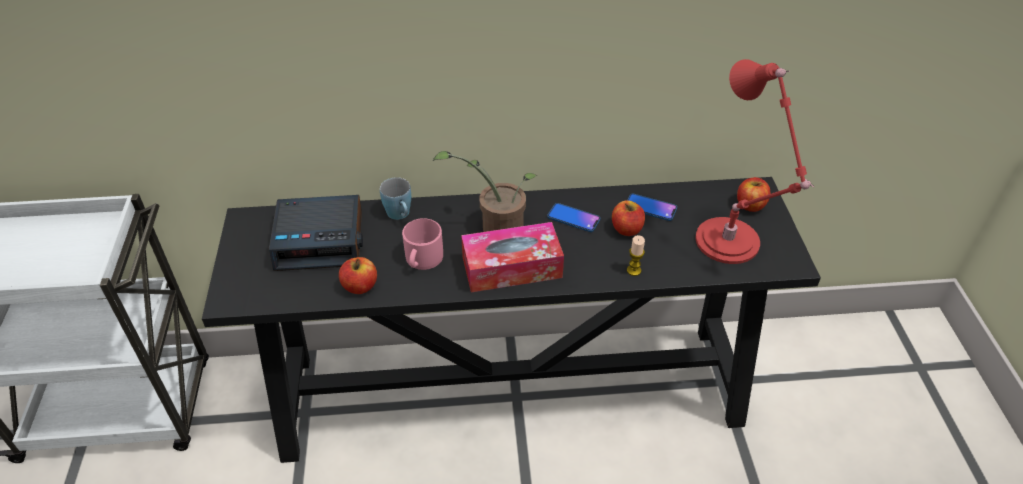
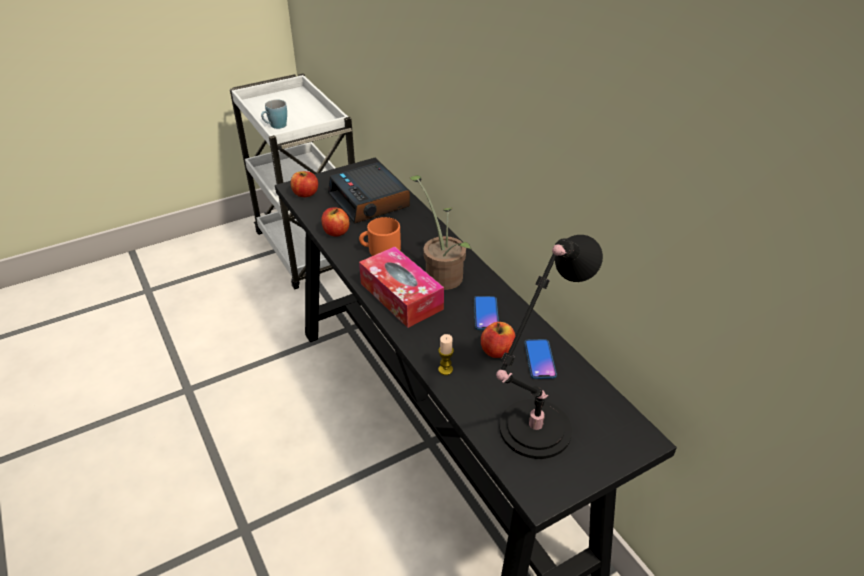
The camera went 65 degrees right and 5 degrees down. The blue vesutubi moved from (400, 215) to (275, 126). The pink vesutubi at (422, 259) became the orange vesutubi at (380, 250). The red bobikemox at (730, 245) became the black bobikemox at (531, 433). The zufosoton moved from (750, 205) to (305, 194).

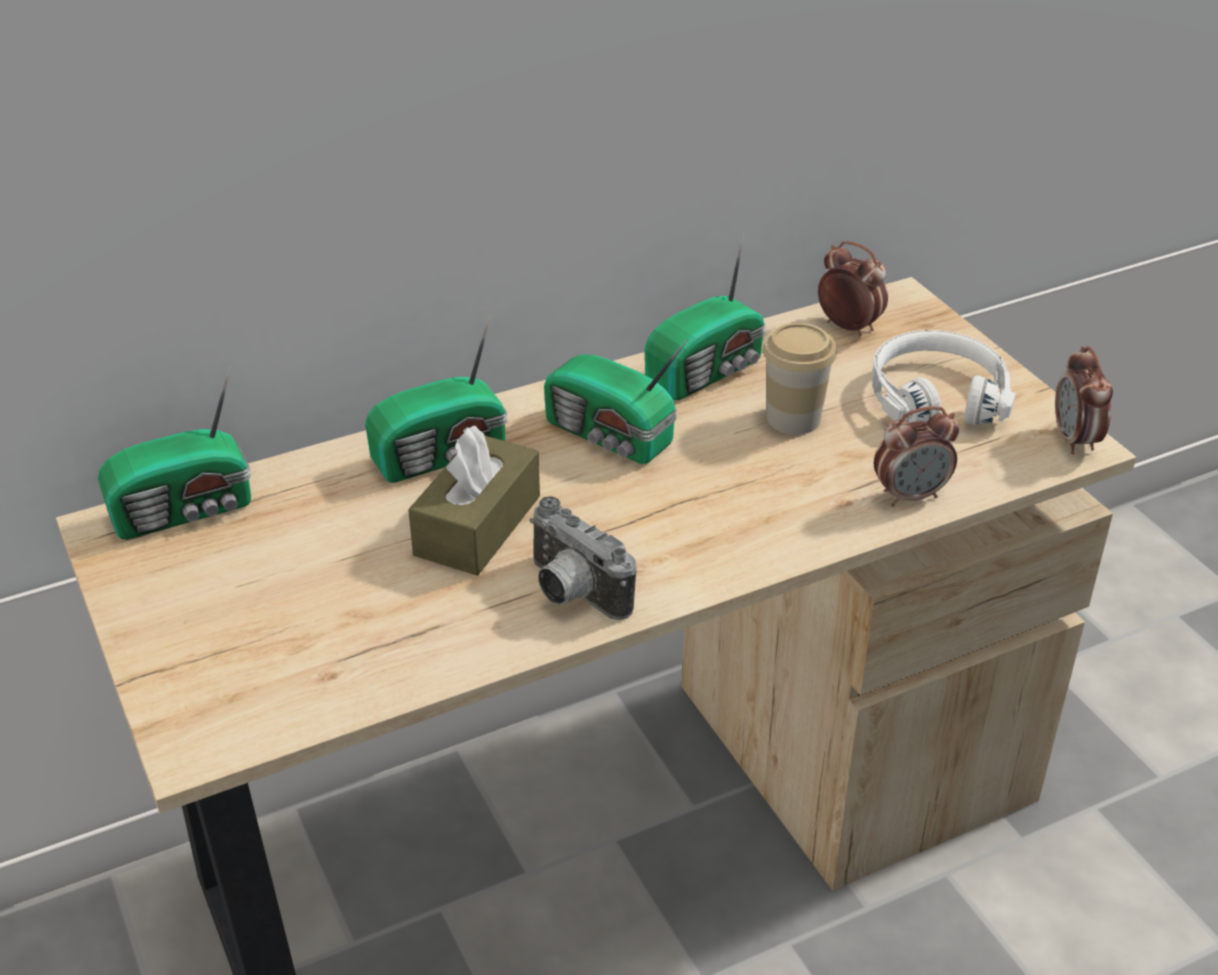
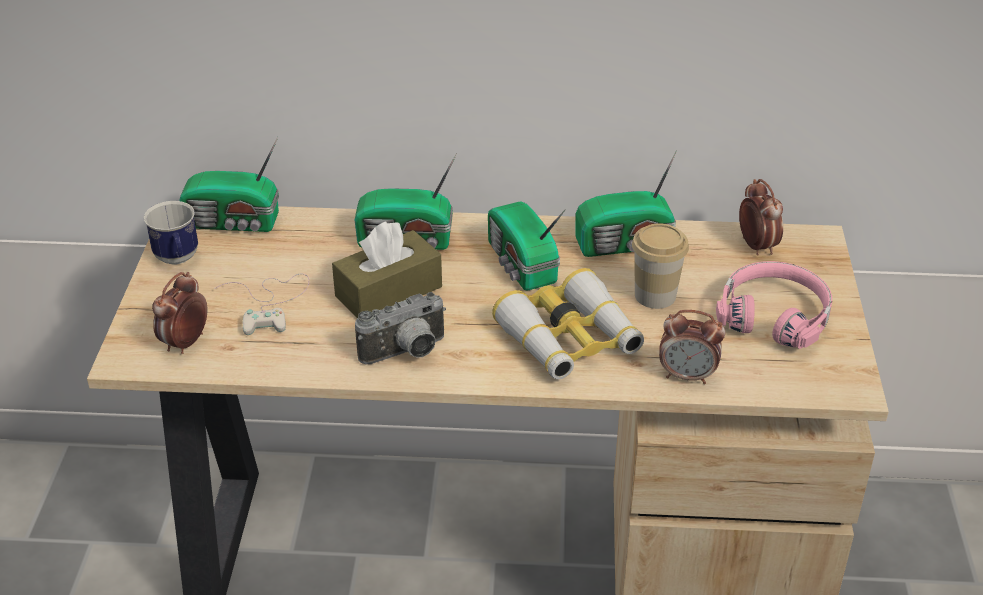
The camera went 30 degrees right and 0 degrees up. The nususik at (571, 593) turned 105 degrees counterclockwise. The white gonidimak at (936, 395) became the pink gonidimak at (774, 315). The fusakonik moved from (1075, 440) to (185, 343). The vesutubi at (178, 260) appeared. The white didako at (271, 303) appeared. The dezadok at (569, 340) appeared.

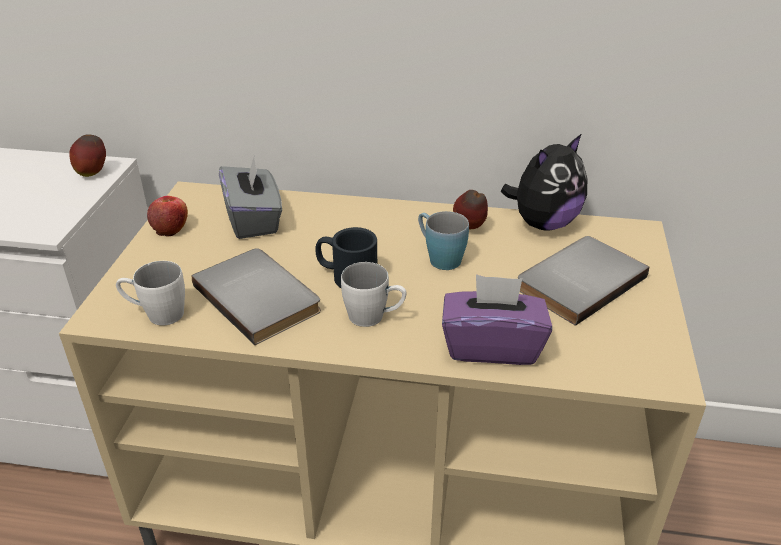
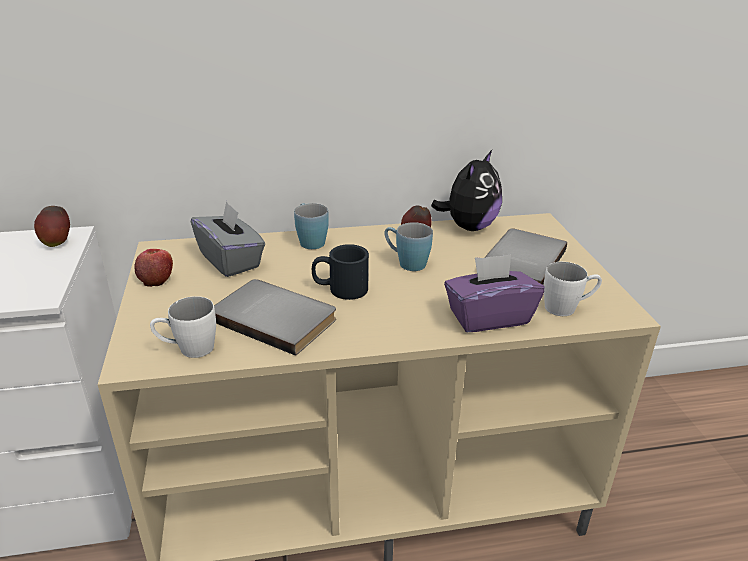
The camera went 20 degrees left and 5 degrees down. The white vesutubi moved from (374, 317) to (567, 308). The blue vesutubi at (310, 240) appeared.

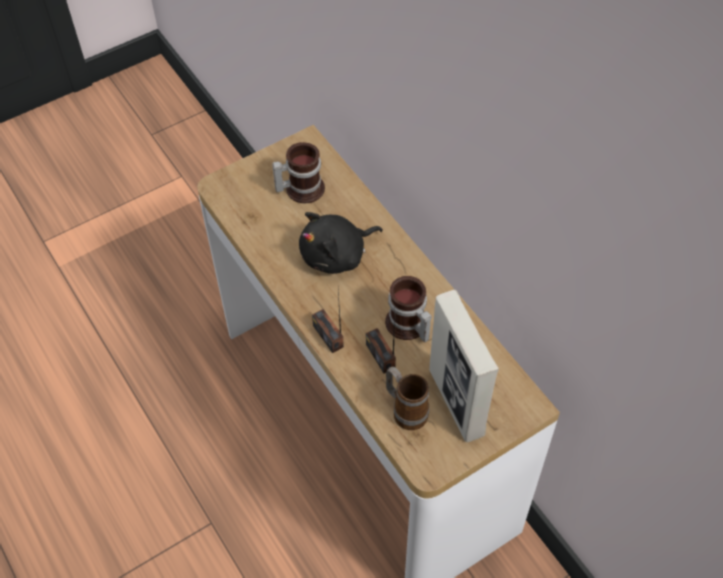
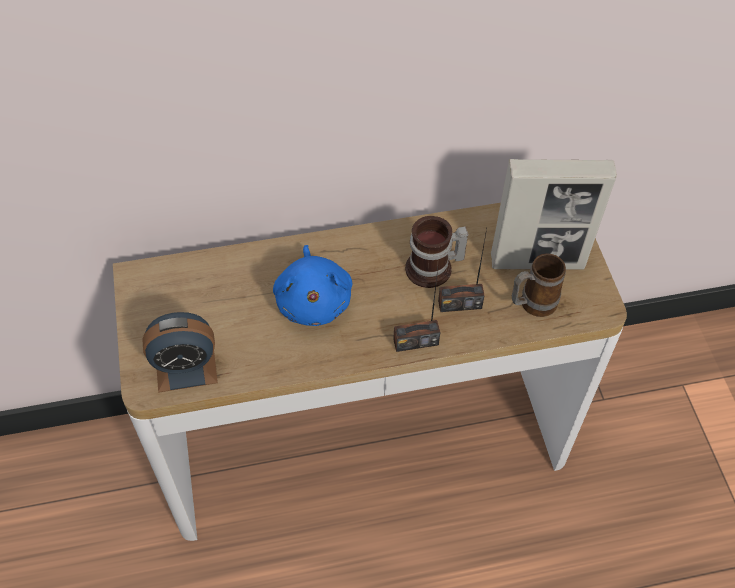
The camera went 70 degrees left and 0 degrees up. The vesutubi at (300, 188) disappeared. The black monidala at (337, 255) became the blue monidala at (314, 300). The fusakonik at (186, 367) appeared.

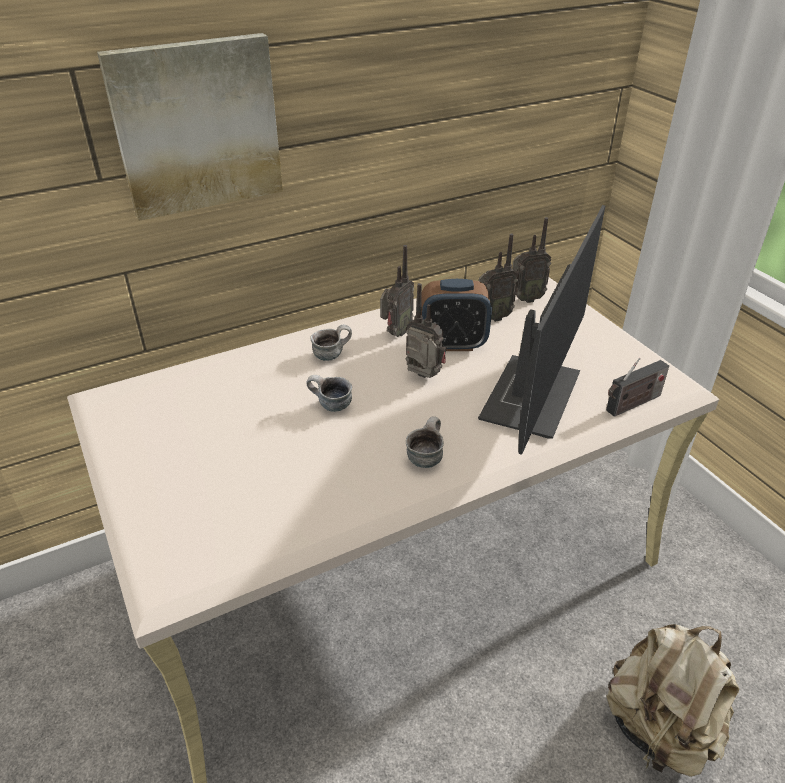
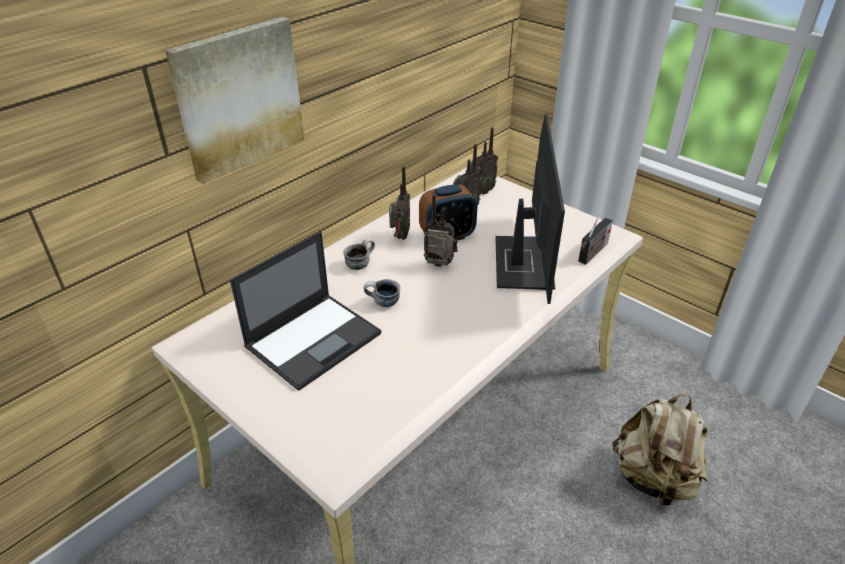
The camera went 20 degrees left and 0 degrees up. The vesutubi at (425, 456) disappeared. The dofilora at (314, 339) appeared.

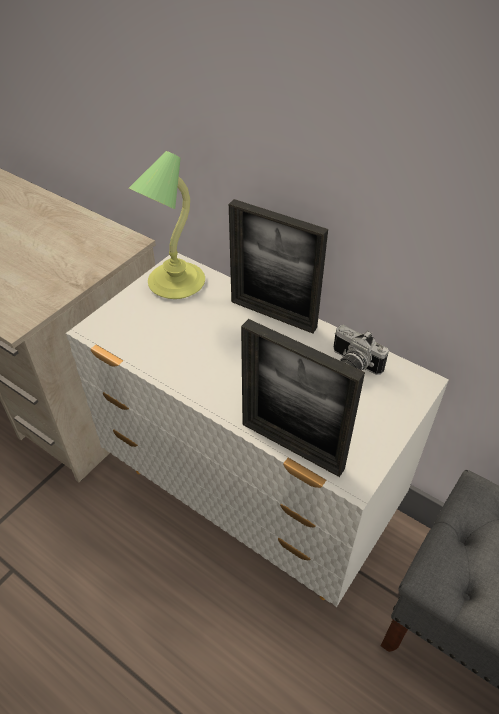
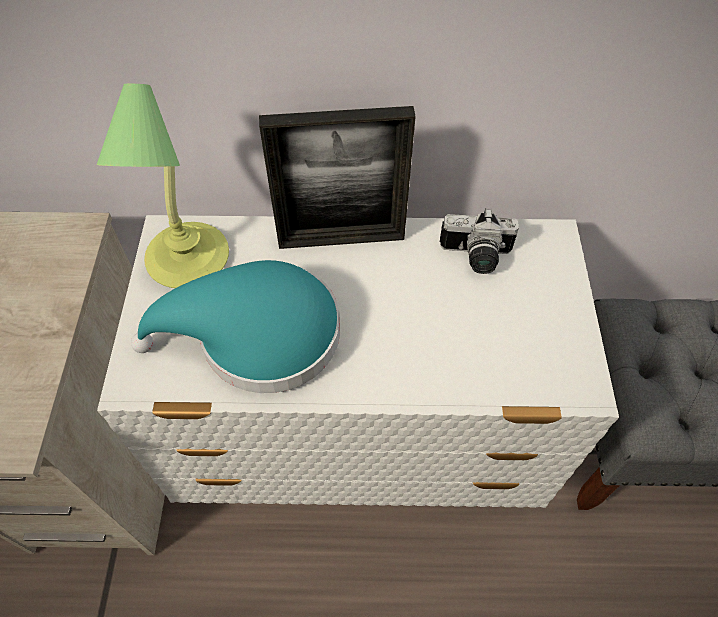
The camera went 35 degrees left and 10 degrees up. The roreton at (292, 446) disappeared. The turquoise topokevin at (257, 336) appeared.

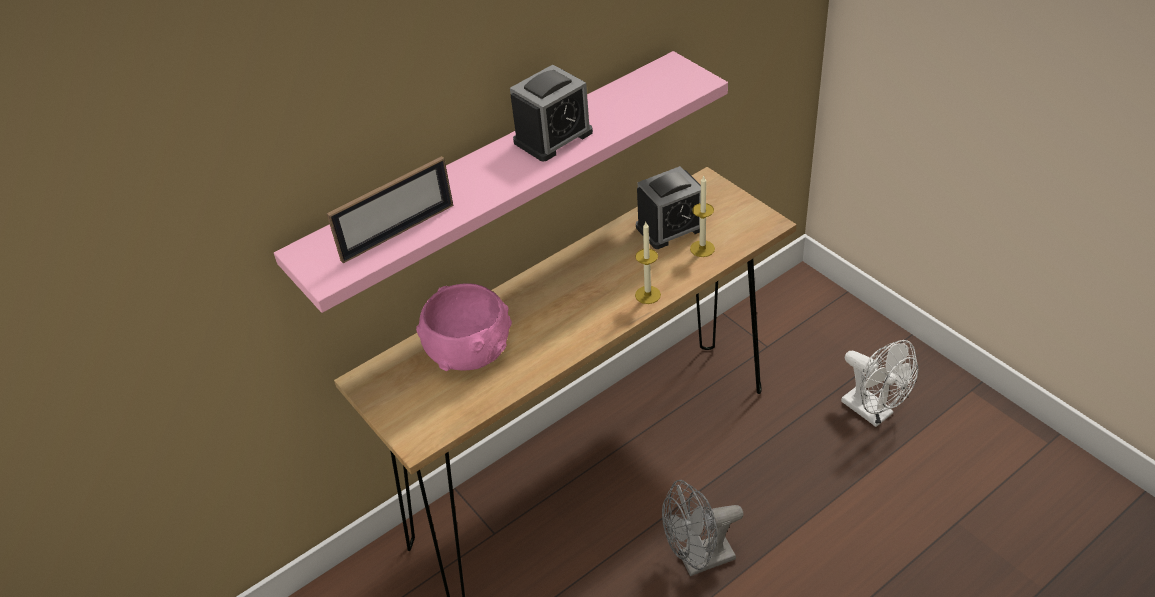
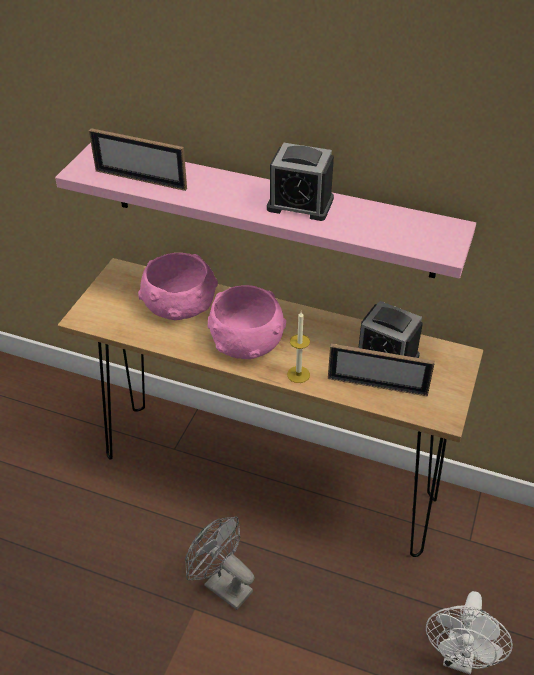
The camera went 55 degrees right and 0 degrees up. The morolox at (702, 248) was replaced by the roreton at (377, 386). The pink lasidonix at (247, 339) appeared.

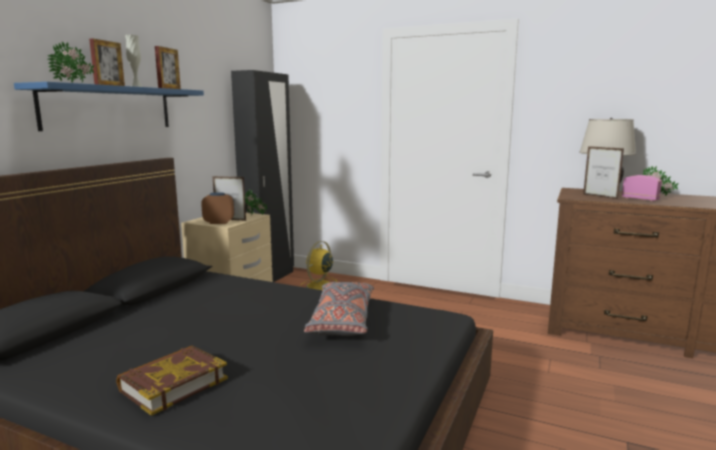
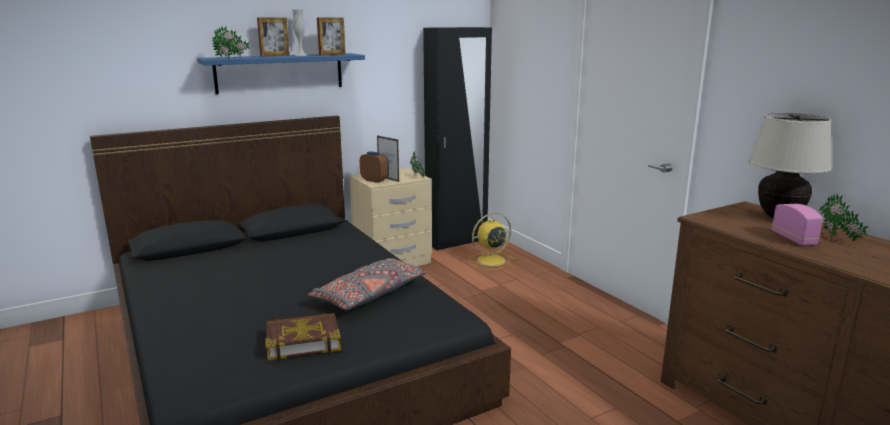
The camera went 35 degrees right and 5 degrees up. The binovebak moved from (173, 384) to (303, 341). The roreton at (600, 197) disappeared.

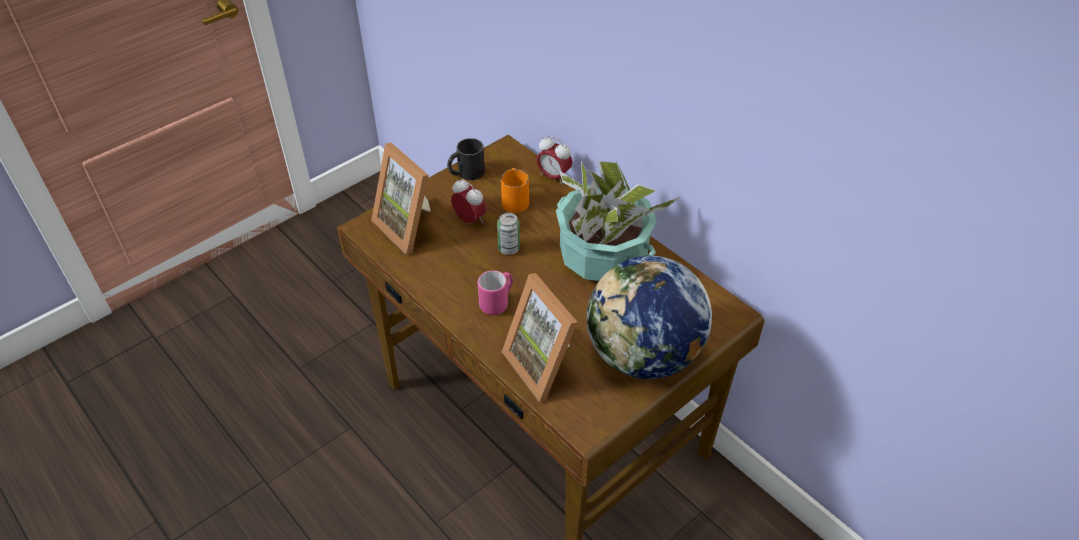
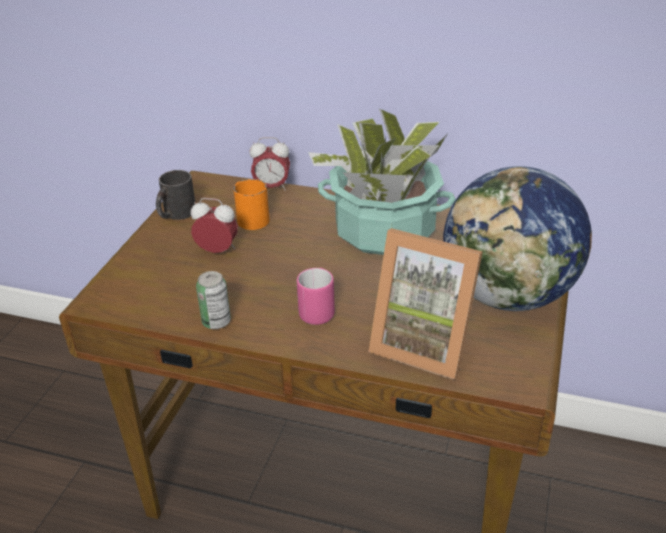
The camera went 30 degrees left and 10 degrees down. The roreton at (410, 226) disappeared. The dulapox moved from (509, 248) to (216, 322).

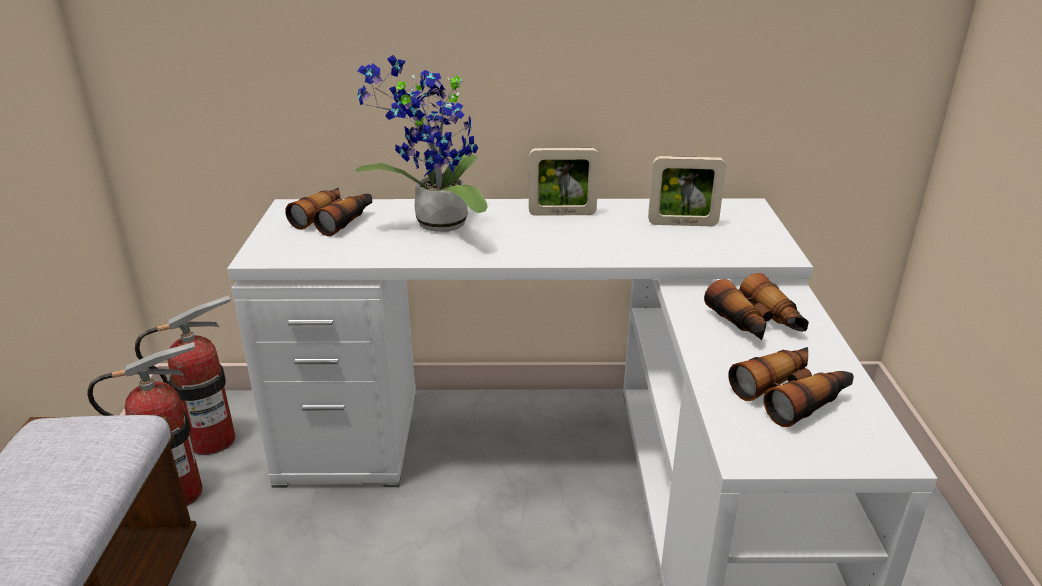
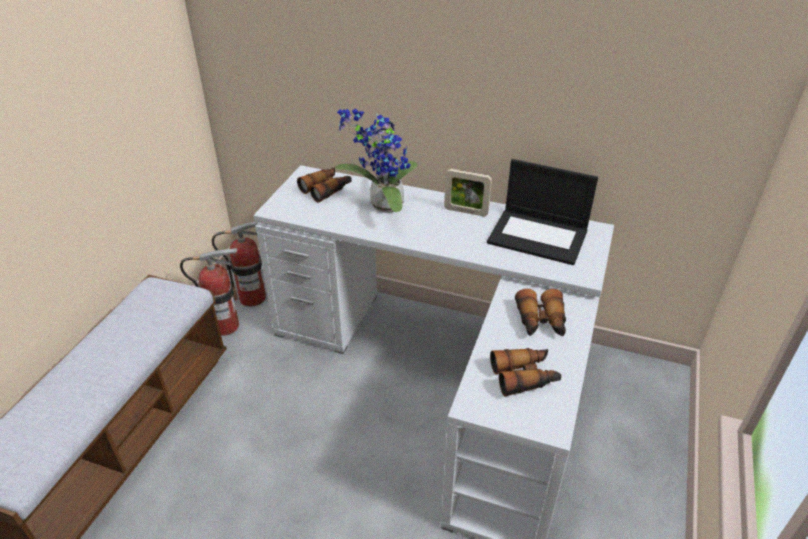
The camera went 20 degrees right and 10 degrees up. The roreton at (682, 224) was replaced by the dofilora at (539, 236).

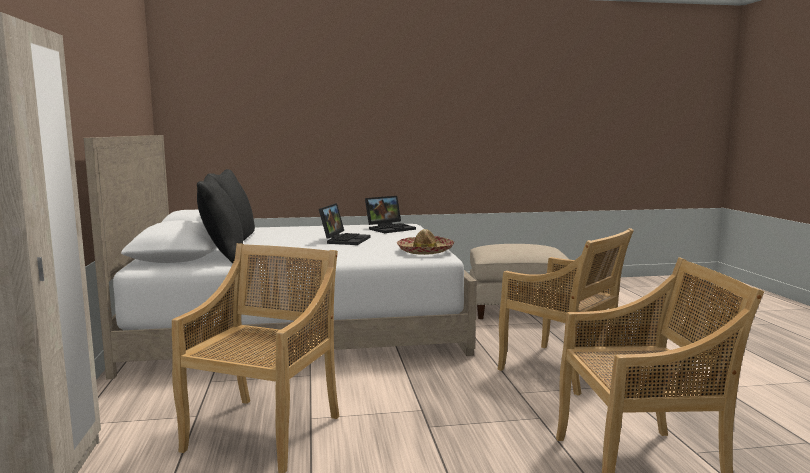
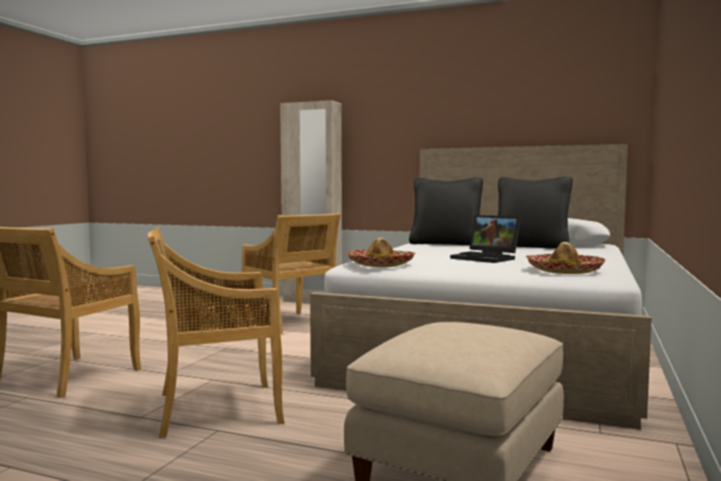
The camera went 120 degrees right and 5 degrees down. The dofilora at (390, 228) was replaced by the topokevin at (563, 271).

